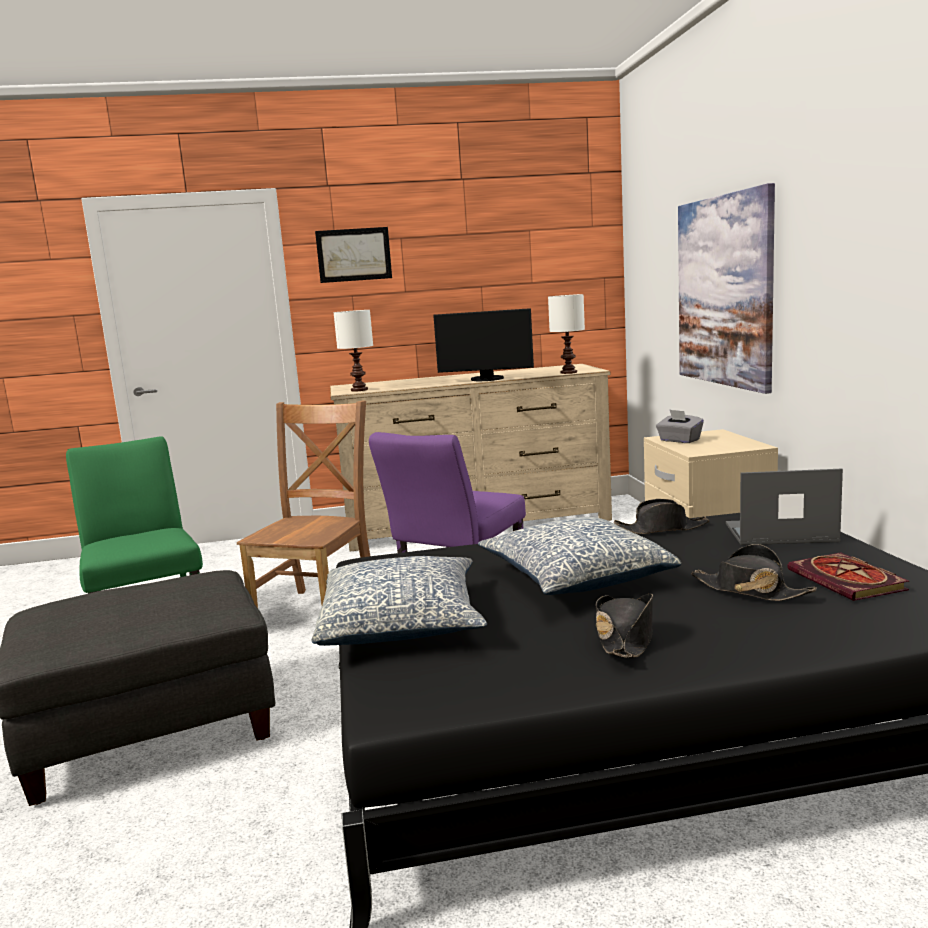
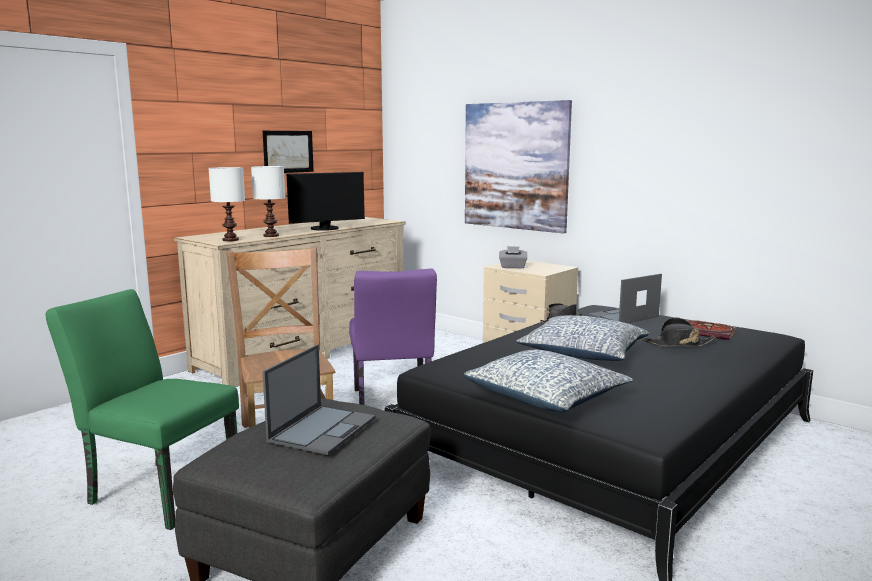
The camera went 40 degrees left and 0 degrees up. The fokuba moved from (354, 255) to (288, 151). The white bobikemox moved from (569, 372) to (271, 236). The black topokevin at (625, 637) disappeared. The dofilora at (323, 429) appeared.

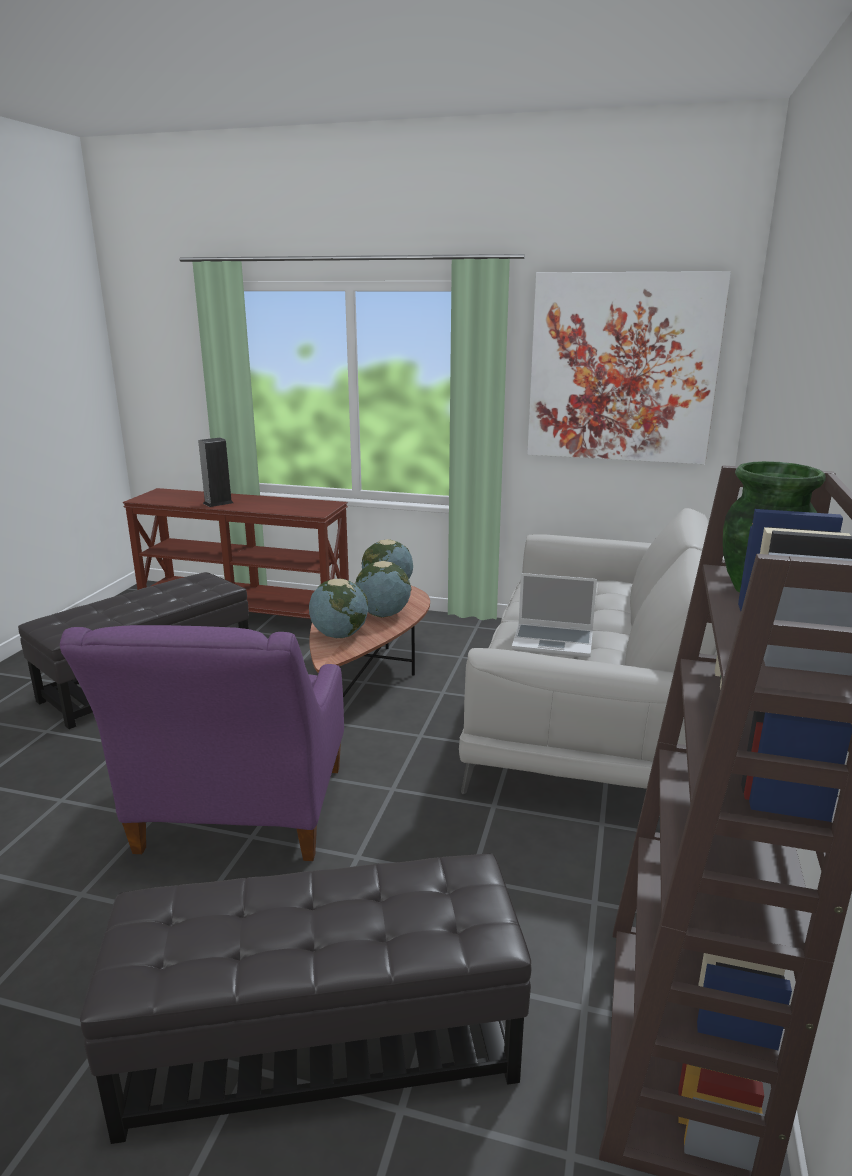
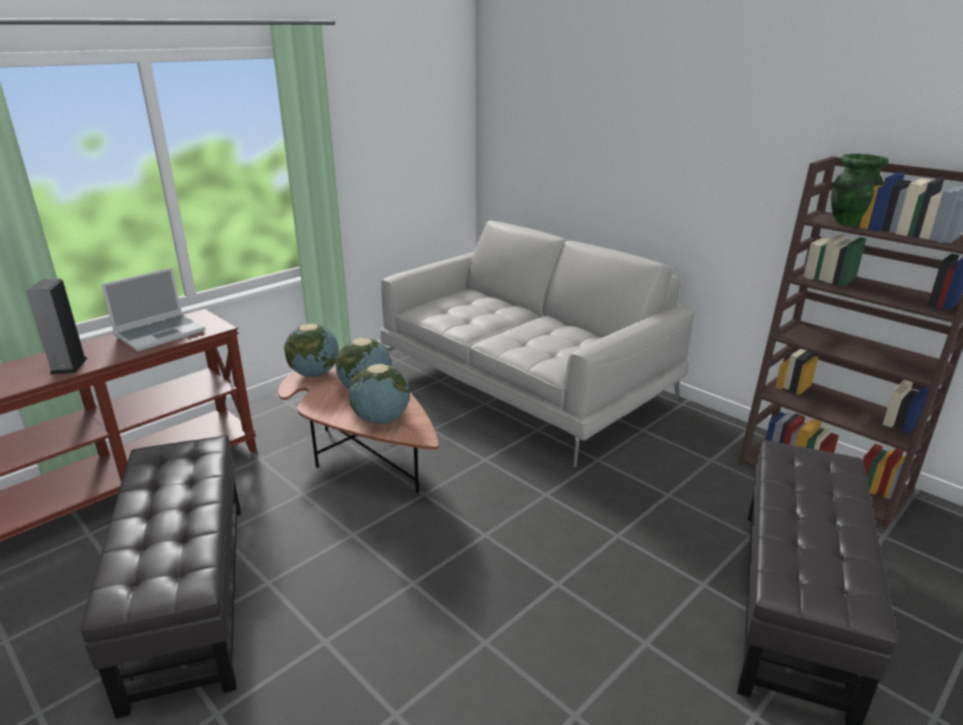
The camera went 60 degrees left and 5 degrees up. The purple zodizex at (238, 819) disappeared. The dofilora moved from (554, 642) to (161, 333). The fokuba at (622, 368) disappeared.

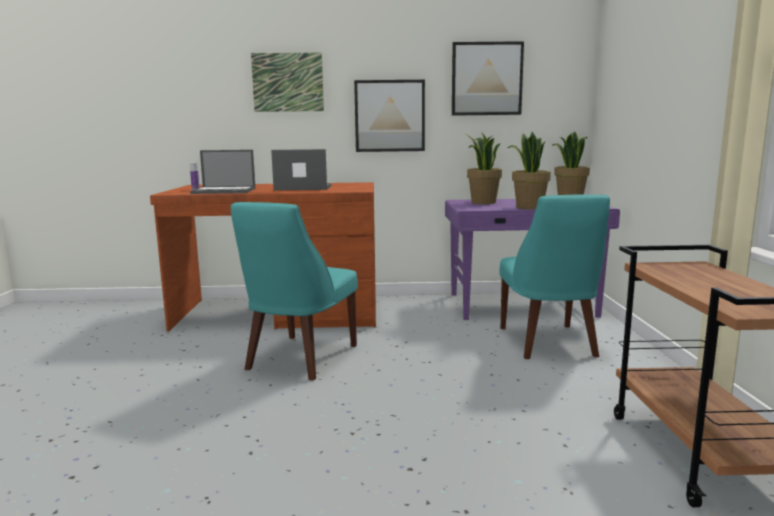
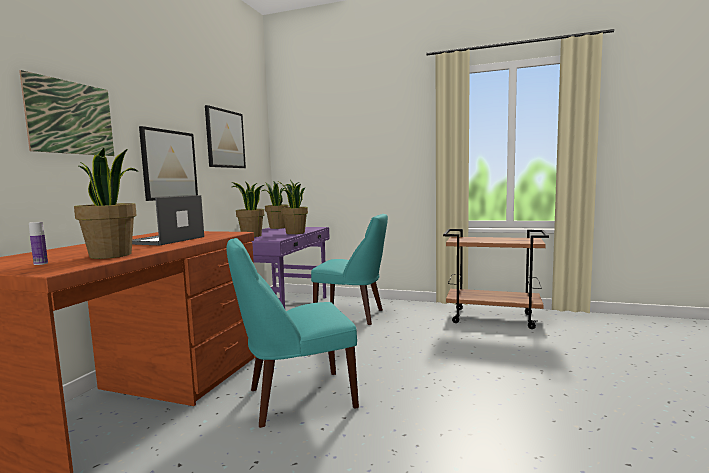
The camera went 70 degrees left and 5 degrees down. The dofilora at (225, 191) was replaced by the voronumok at (112, 255). The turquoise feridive at (299, 359) turned 120 degrees clockwise.

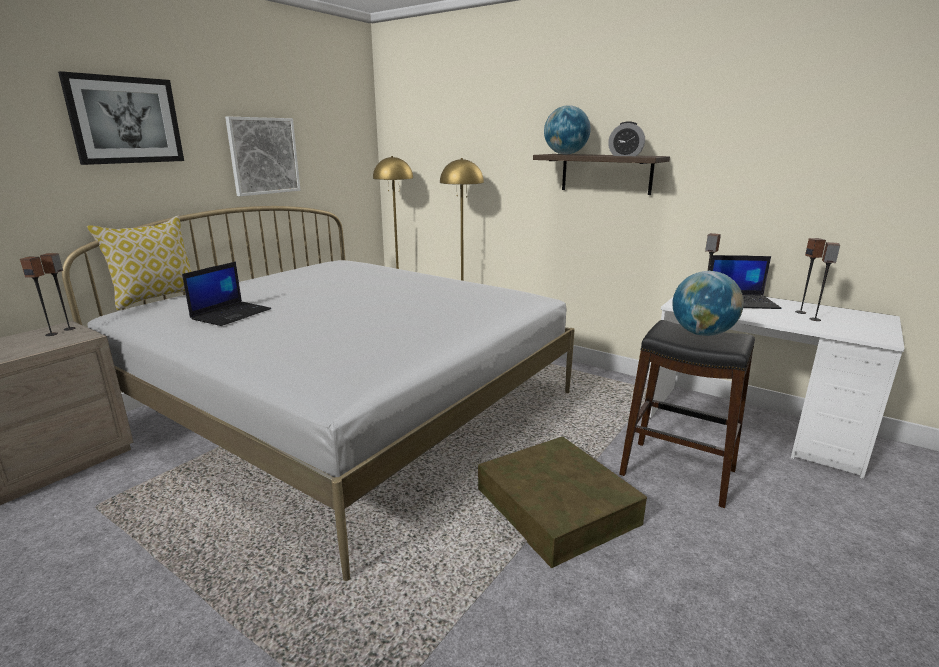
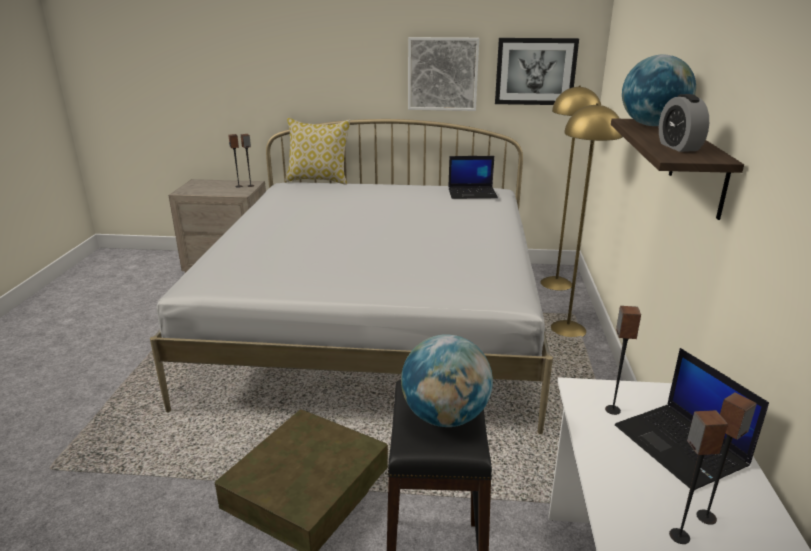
The camera went 60 degrees right and 5 degrees up. The fokuba moved from (125, 120) to (535, 71). The dofilora moved from (231, 314) to (473, 193).

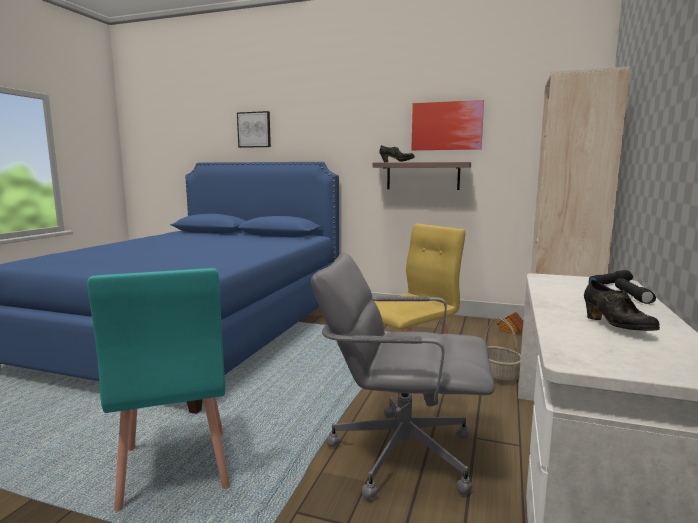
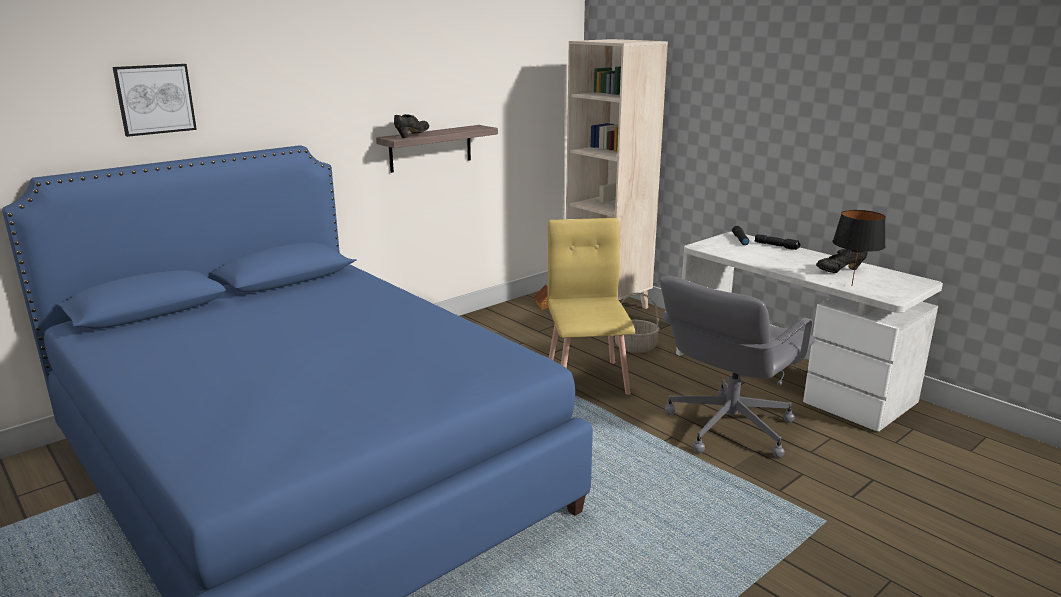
The camera went 60 degrees left and 10 degrees up. The turquoise feridive at (174, 469) disappeared. The fokuba at (446, 126) disappeared. The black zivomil at (616, 327) turned 150 degrees clockwise. The black bobikemox at (852, 286) appeared.

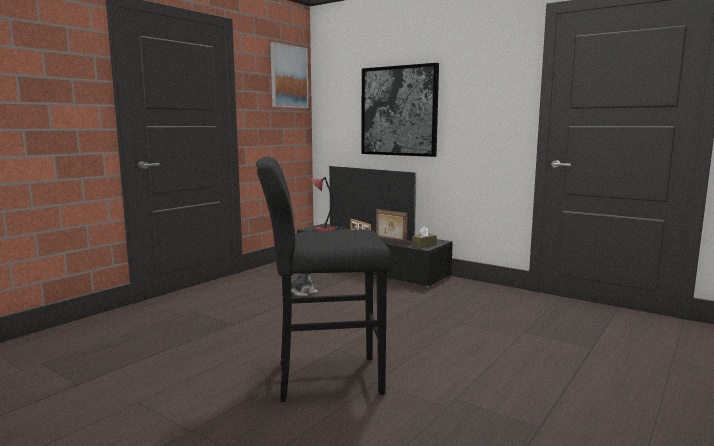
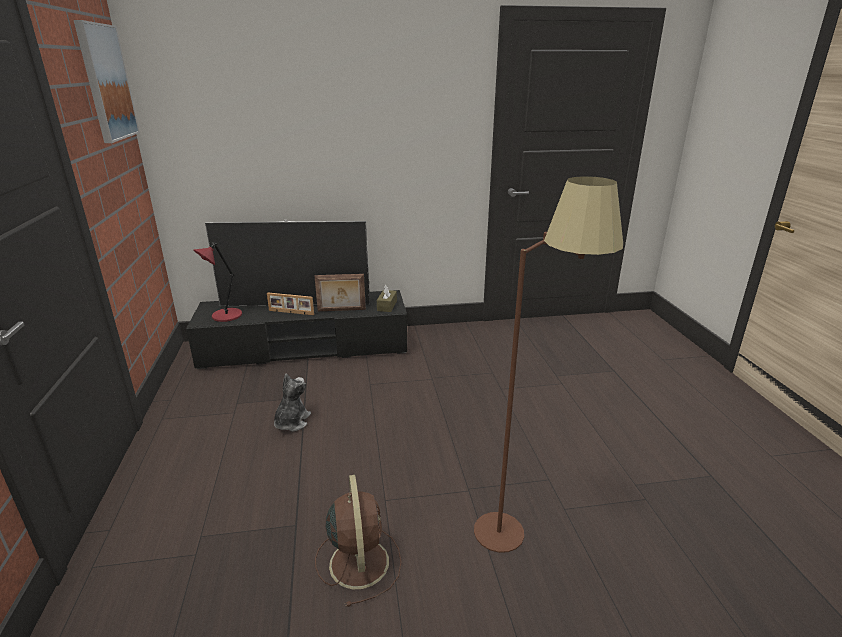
The camera went 45 degrees left and 15 degrees up. The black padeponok at (322, 378) was replaced by the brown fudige at (522, 537). The fokuba at (399, 111) disappeared. The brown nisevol at (359, 560) appeared.

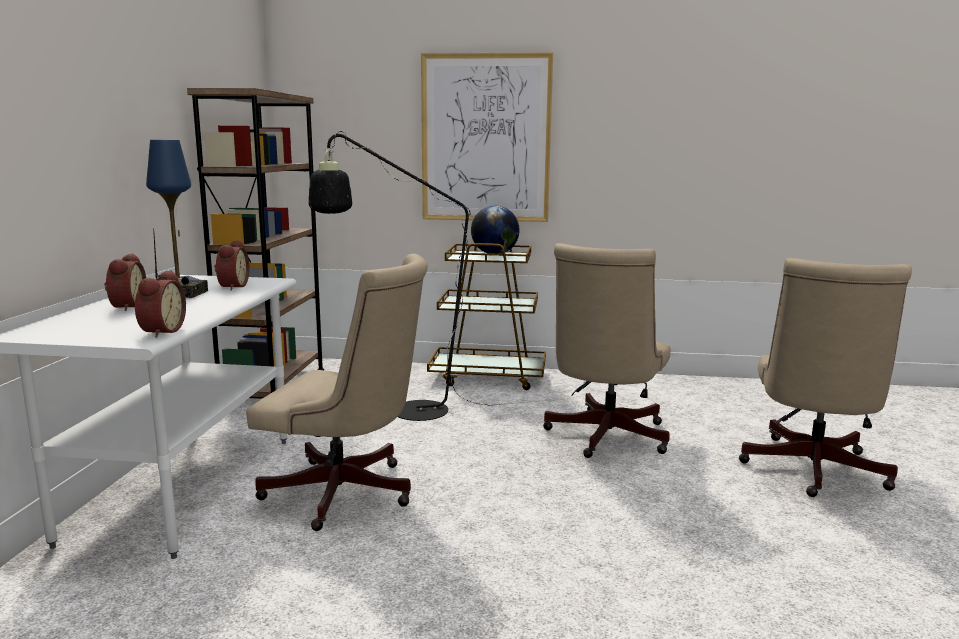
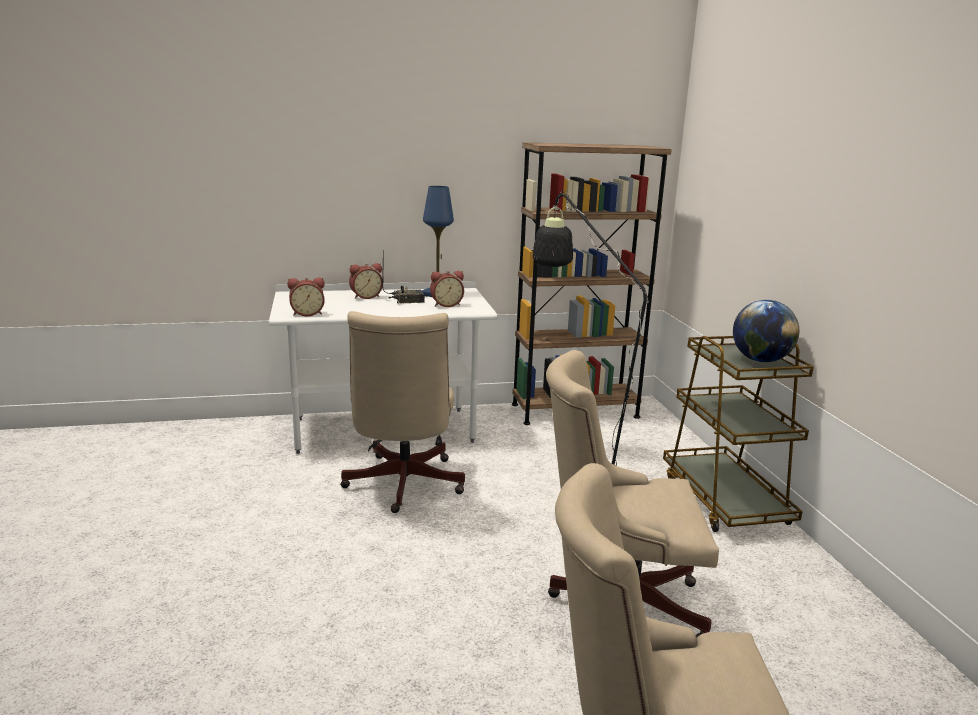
The camera went 70 degrees right and 5 degrees up. The fokuba at (486, 139) disappeared.

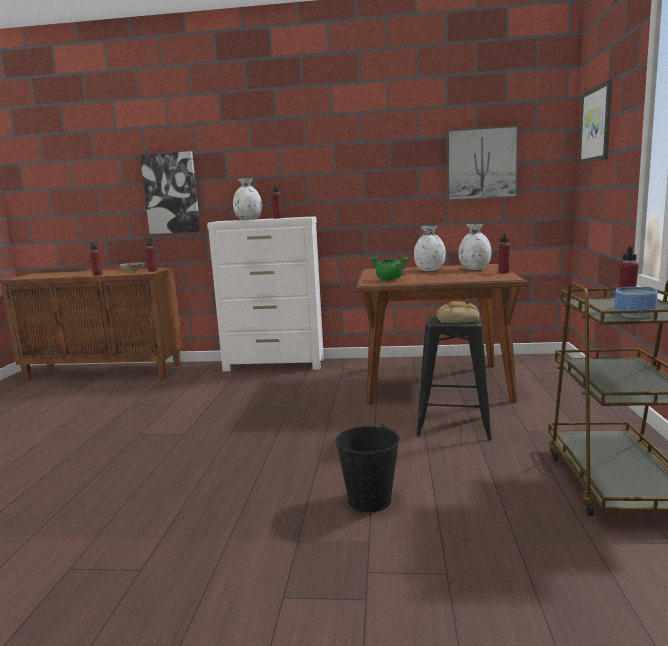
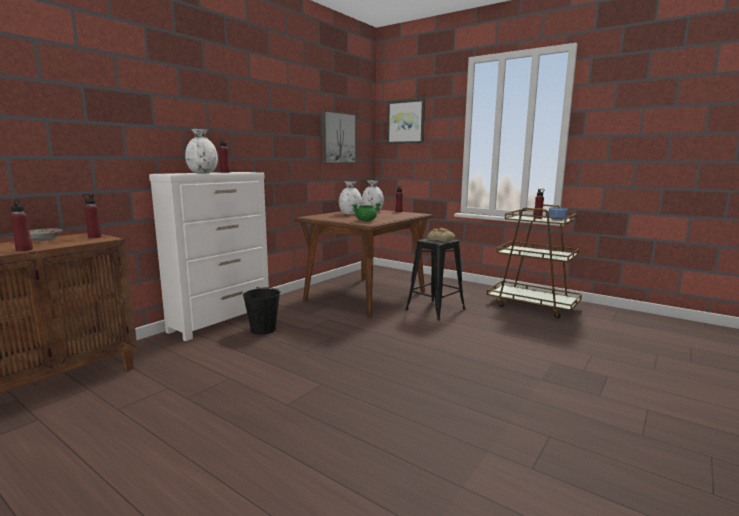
The camera went 60 degrees left and 0 degrees up. The fokuba at (171, 193) disappeared. The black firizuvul moved from (369, 500) to (263, 329).

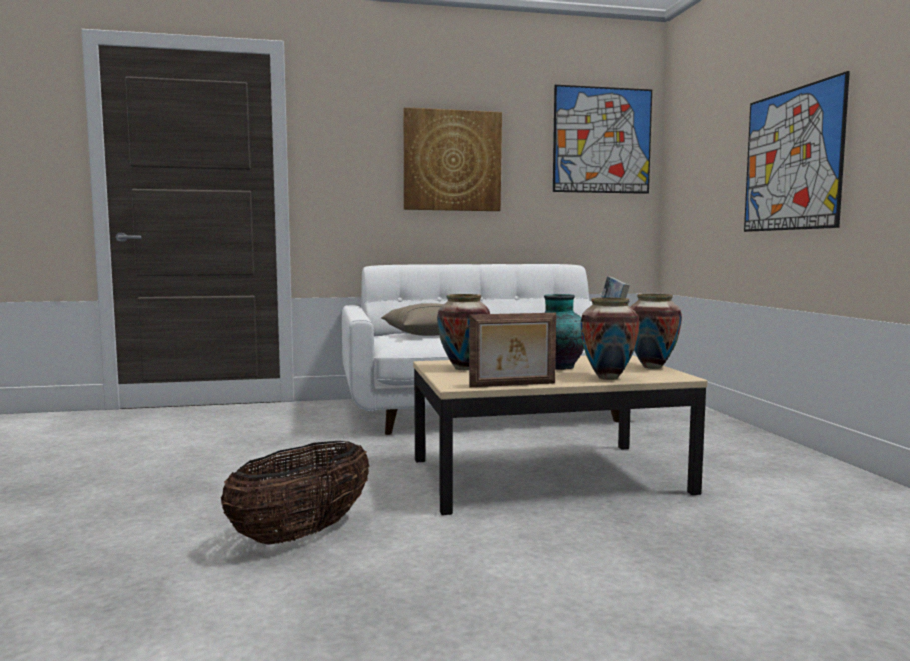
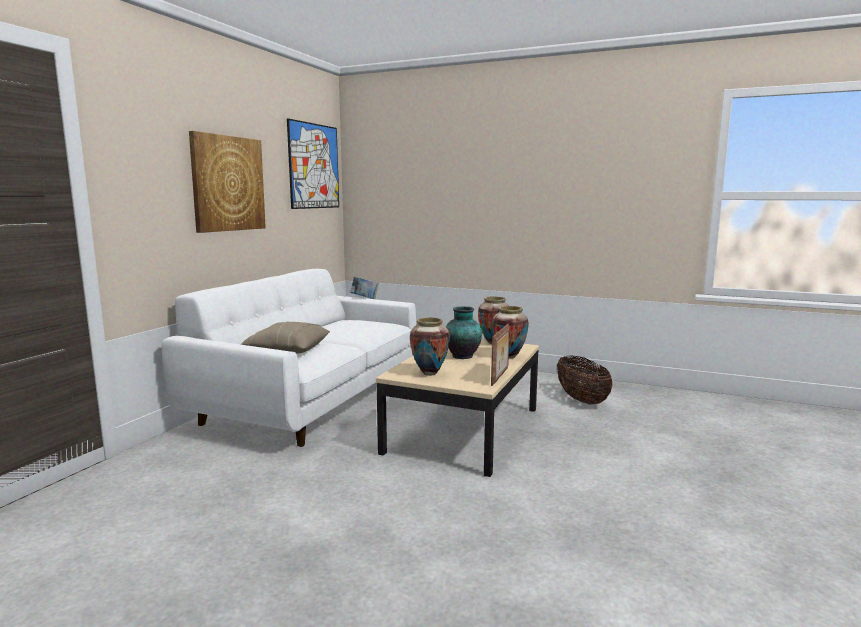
The camera went 55 degrees left and 5 degrees up. The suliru moved from (302, 534) to (581, 400). The fokuba at (792, 160) disappeared.

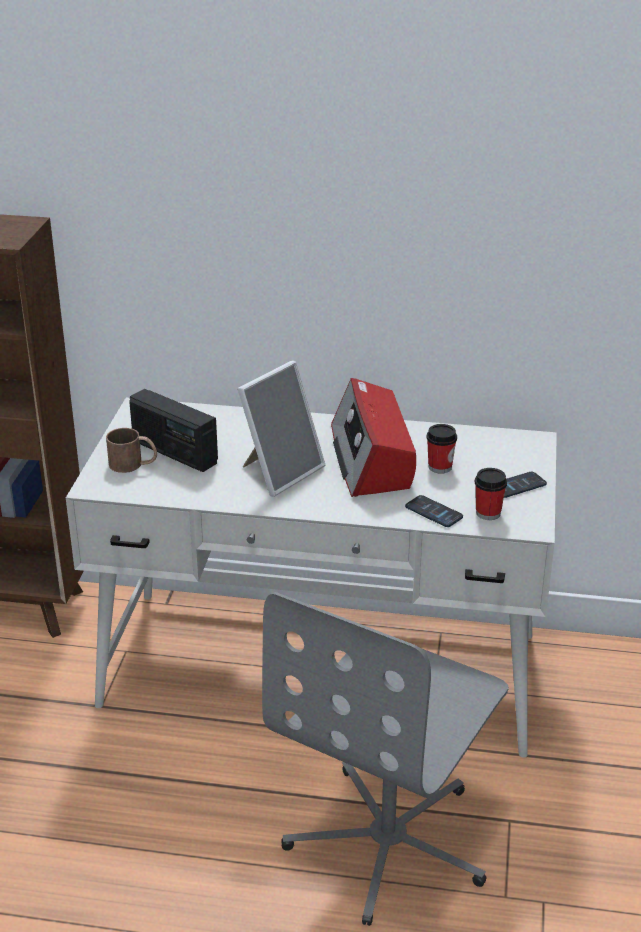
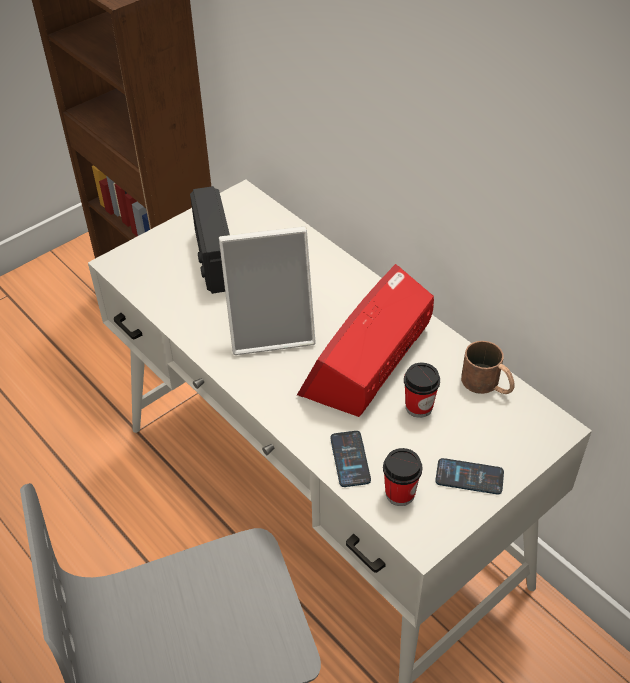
The camera went 40 degrees right and 15 degrees up. The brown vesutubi moved from (133, 464) to (487, 384).

